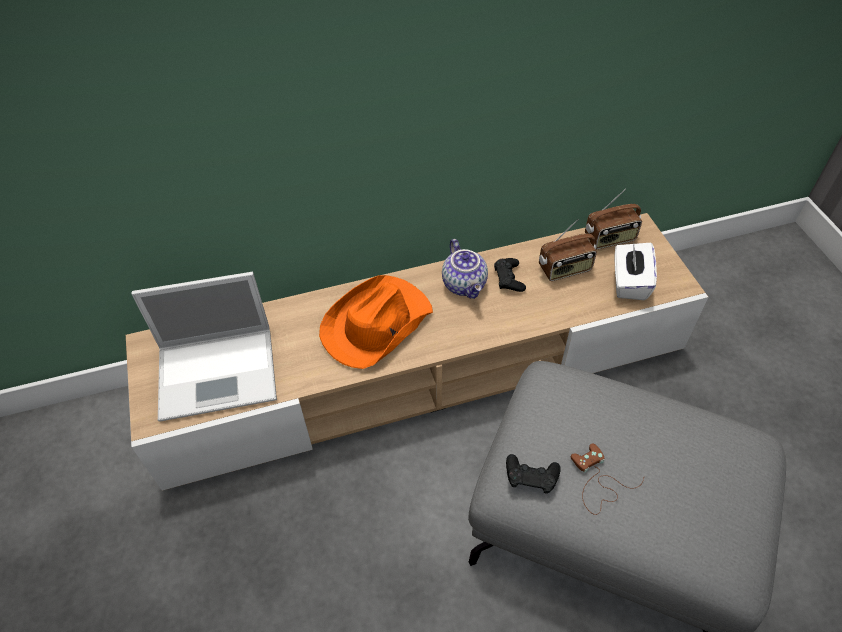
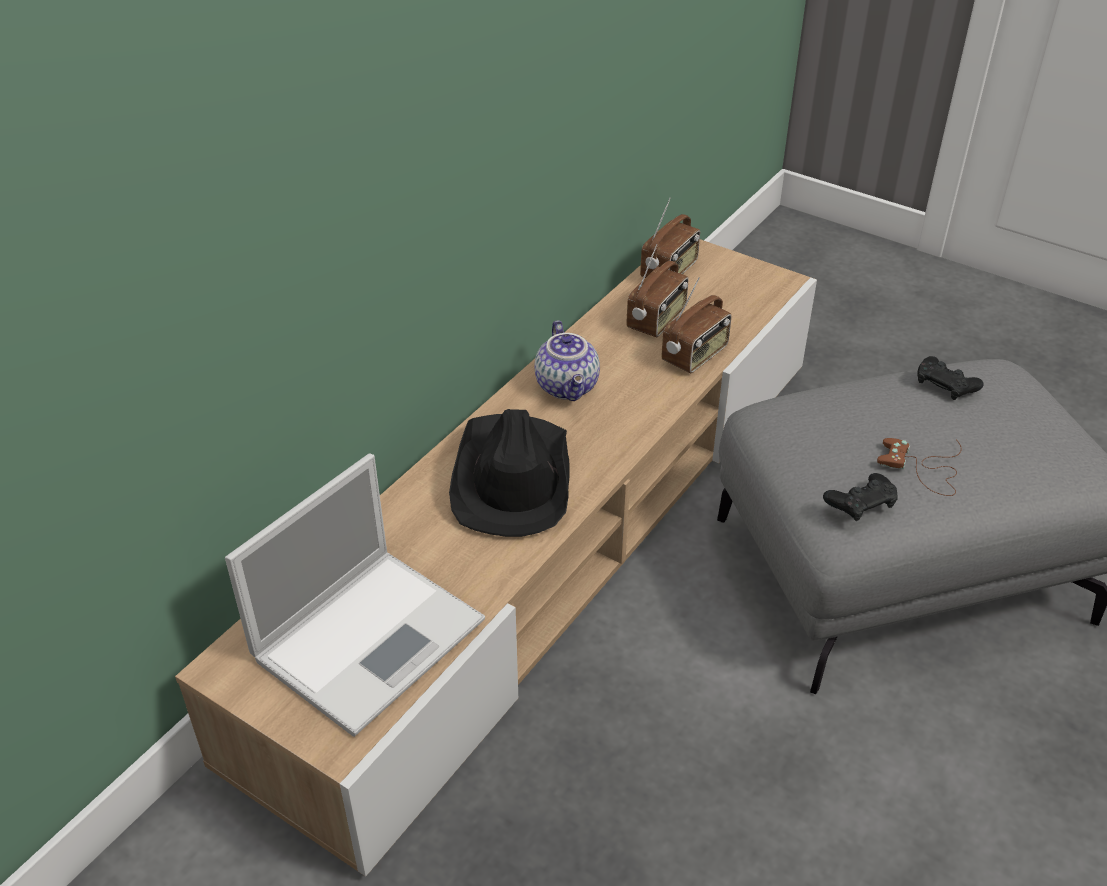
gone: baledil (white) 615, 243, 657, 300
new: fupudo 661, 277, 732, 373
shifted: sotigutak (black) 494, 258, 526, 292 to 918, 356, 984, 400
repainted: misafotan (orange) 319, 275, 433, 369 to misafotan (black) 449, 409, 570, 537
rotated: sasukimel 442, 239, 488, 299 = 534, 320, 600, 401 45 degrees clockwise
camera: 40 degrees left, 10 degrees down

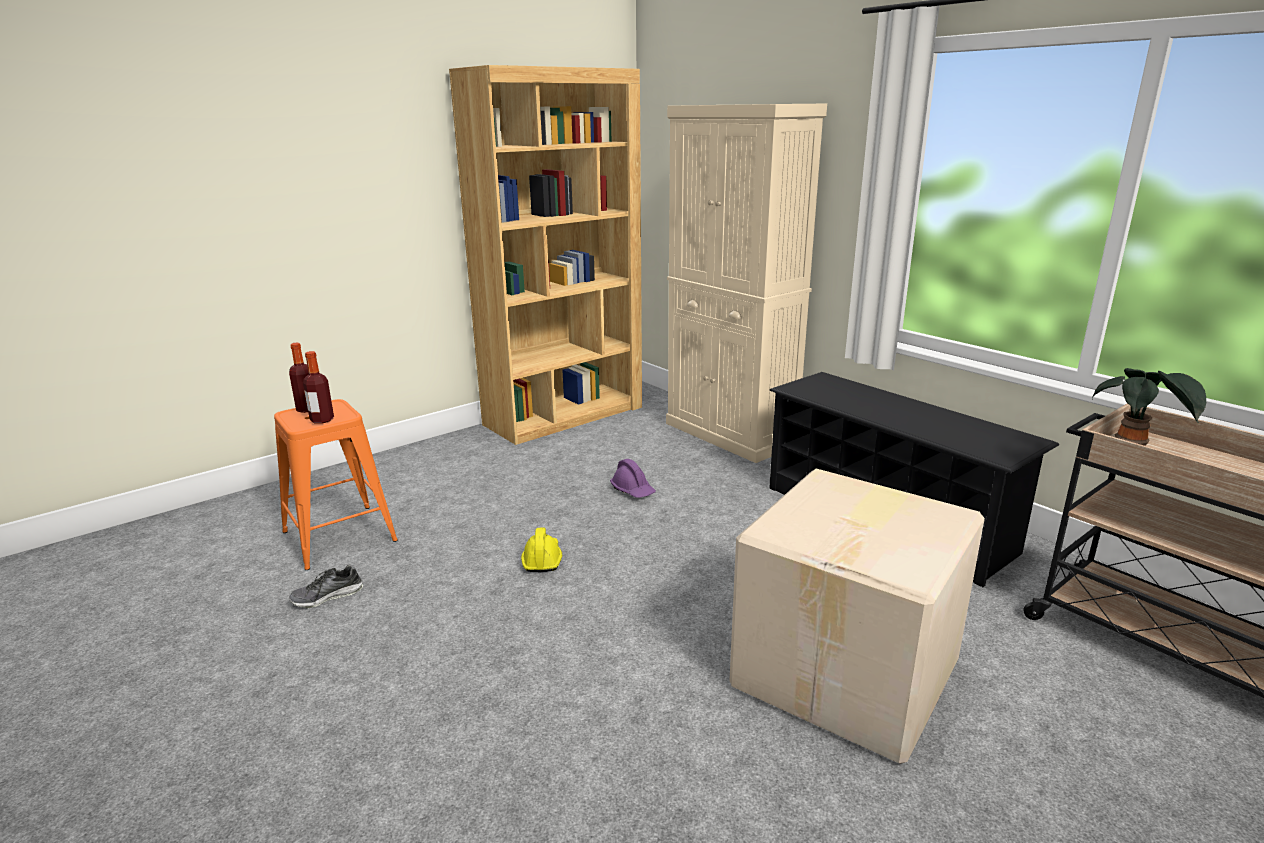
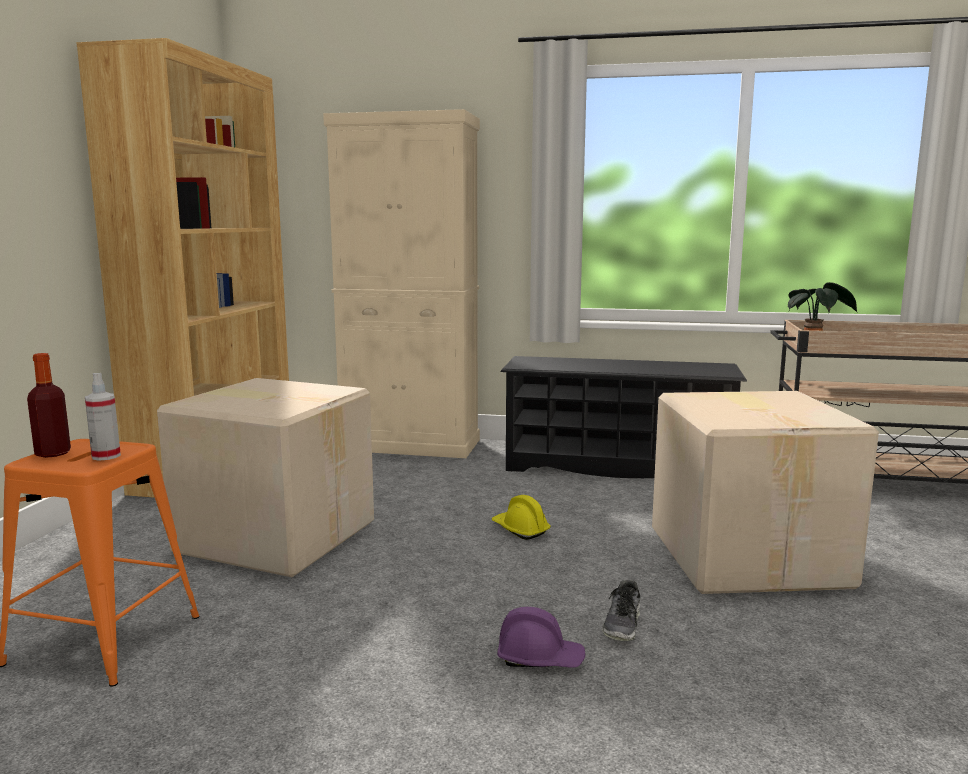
new: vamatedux 157, 378, 374, 577
shifted: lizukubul 289, 565, 363, 609 to 602, 580, 641, 641; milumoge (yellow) 521, 527, 562, 572 to 492, 495, 551, 540; milumoge (purple) 610, 459, 656, 498 to 497, 607, 585, 667
swapped: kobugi 303, 351, 334, 424 to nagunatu 85, 373, 121, 460
camera: 40 degrees left, 10 degrees down

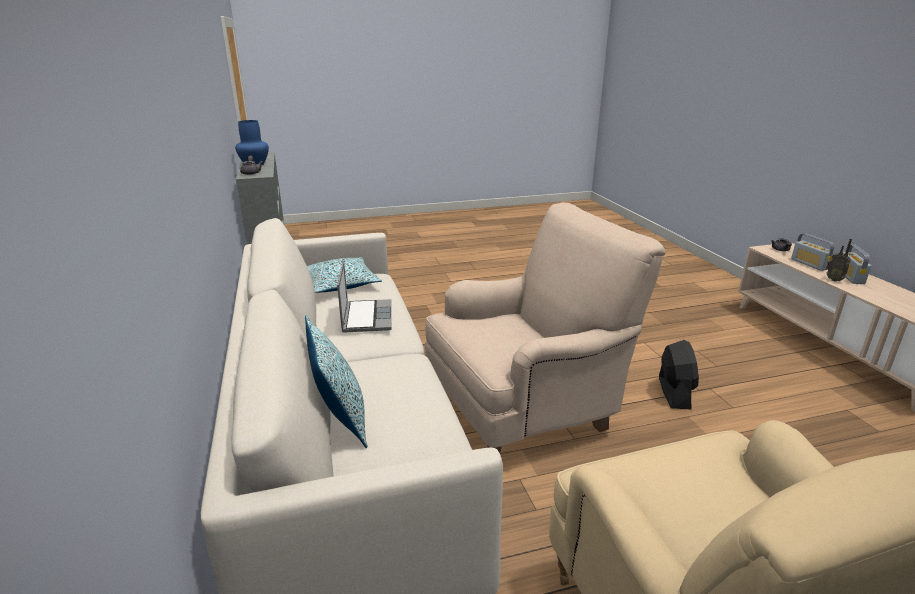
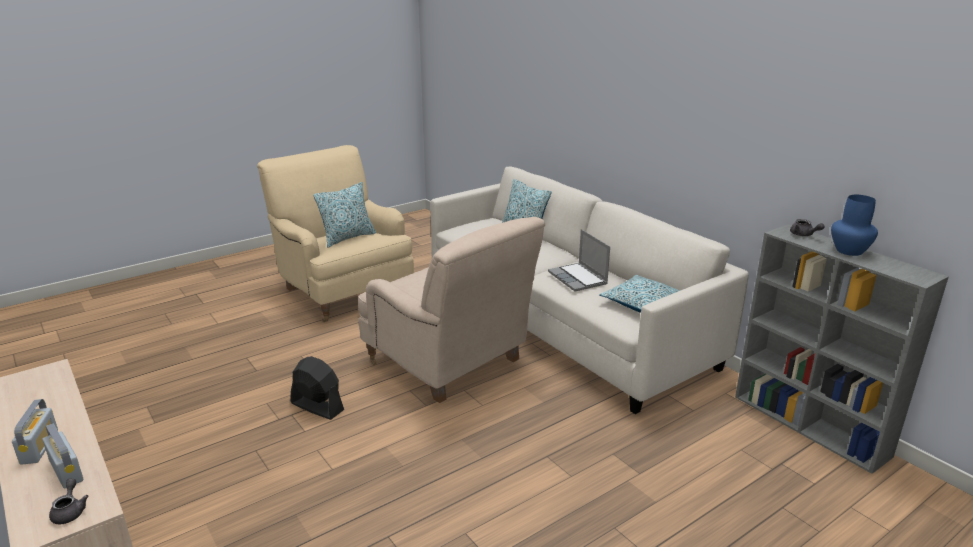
gone: fupudo 826, 239, 852, 282
new: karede 313, 182, 376, 248
rotated: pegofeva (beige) 425, 203, 666, 453 = 358, 217, 545, 403 90 degrees counterclockwise; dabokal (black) 659, 340, 699, 409 = 291, 356, 344, 420 135 degrees clockwise
camera: 160 degrees right, 0 degrees up

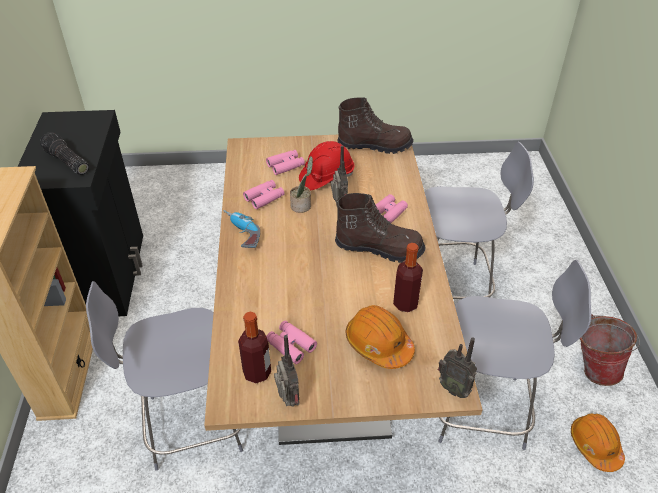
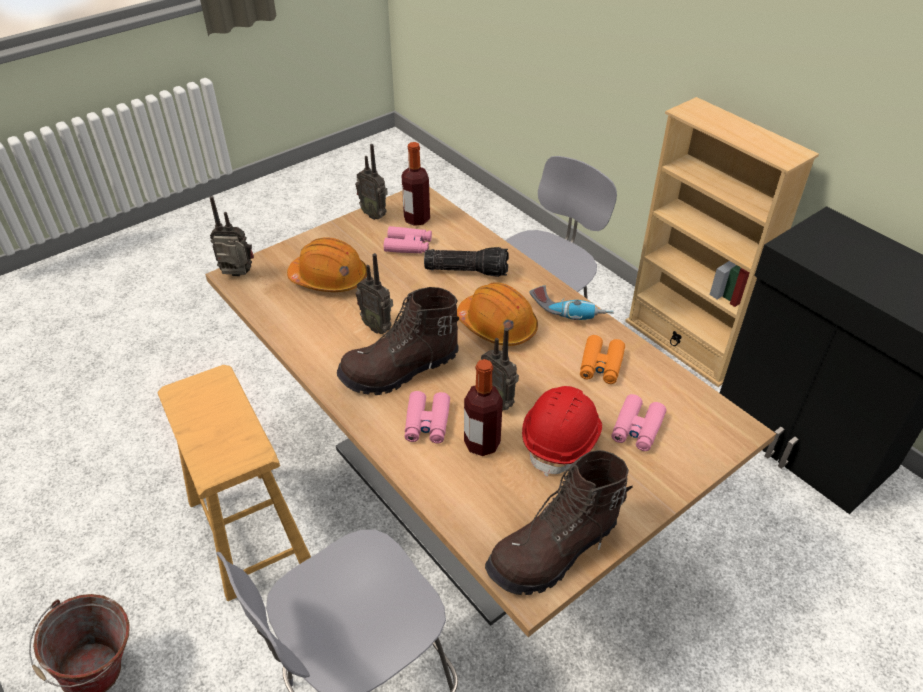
gone: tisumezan 290, 156, 313, 213
new: fupudo 356, 253, 393, 334
shifted: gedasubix 40, 132, 89, 175 to 424, 247, 509, 277; kobugi 393, 243, 423, 312 to 464, 359, 503, 456; milumoge (orange) 571, 414, 625, 472 to 457, 282, 538, 346
swapped: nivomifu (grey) 439, 260, 591, 450 to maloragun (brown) 157, 365, 311, 601
repainted: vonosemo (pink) 243, 180, 285, 209 to vonosemo (orange) 580, 335, 625, 384
camera: 145 degrees right, 0 degrees up

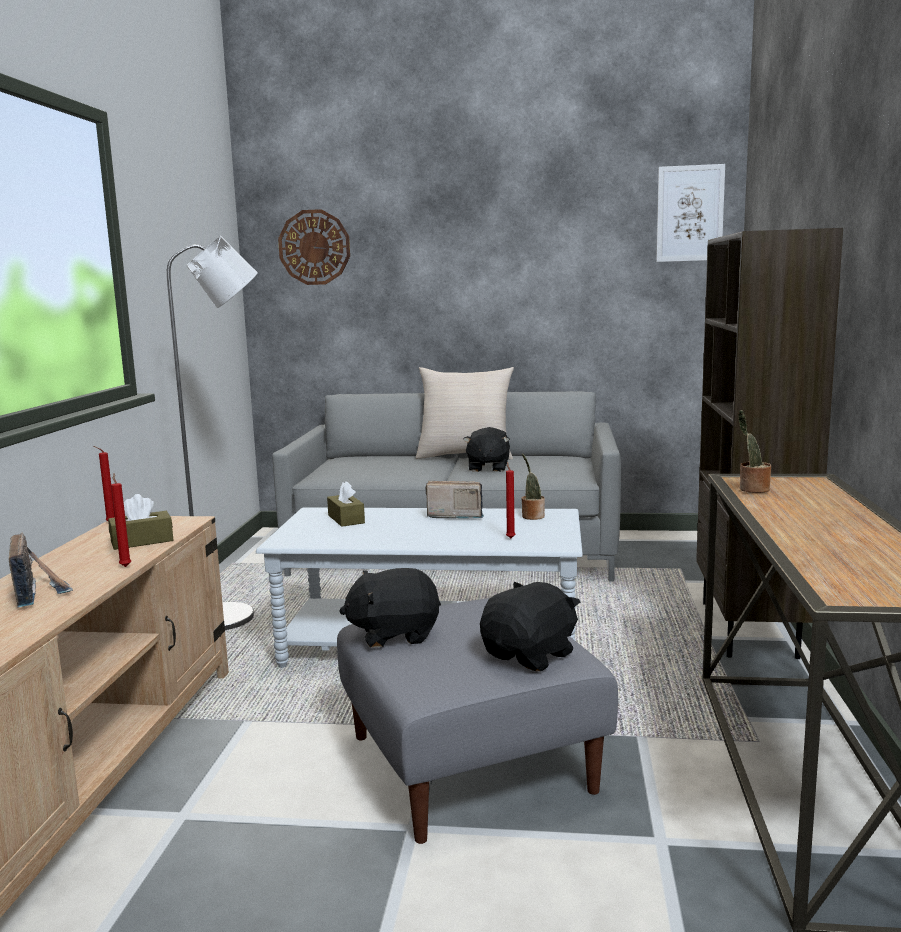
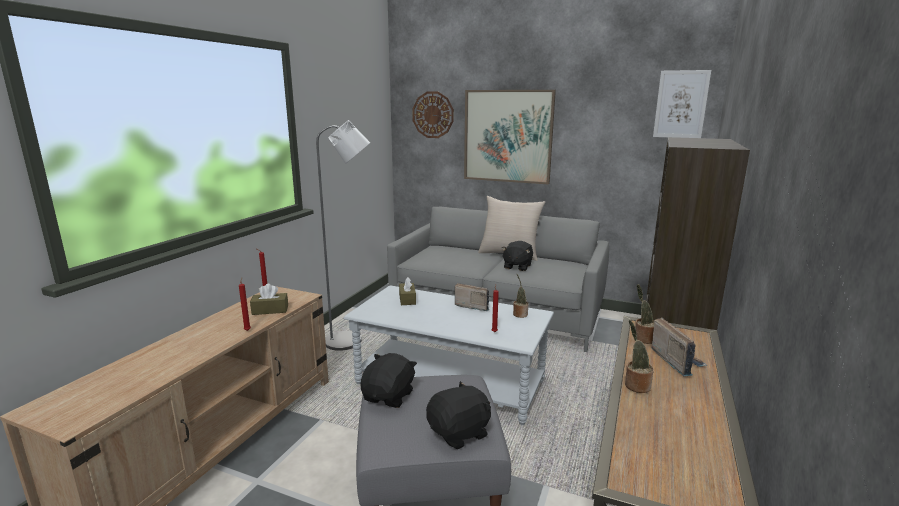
new: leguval 464, 90, 556, 184; tisumezan 625, 320, 654, 393
shifted: fupudo 8, 532, 73, 608 to 651, 317, 707, 377
rotated: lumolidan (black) 339, 568, 441, 647 = 361, 353, 417, 408 105 degrees clockwise
camera: 15 degrees right, 5 degrees up

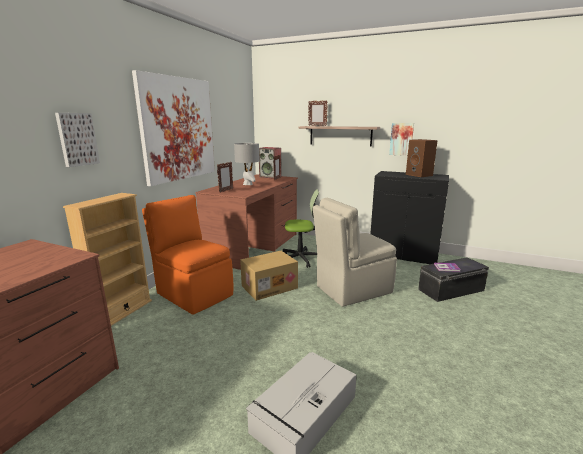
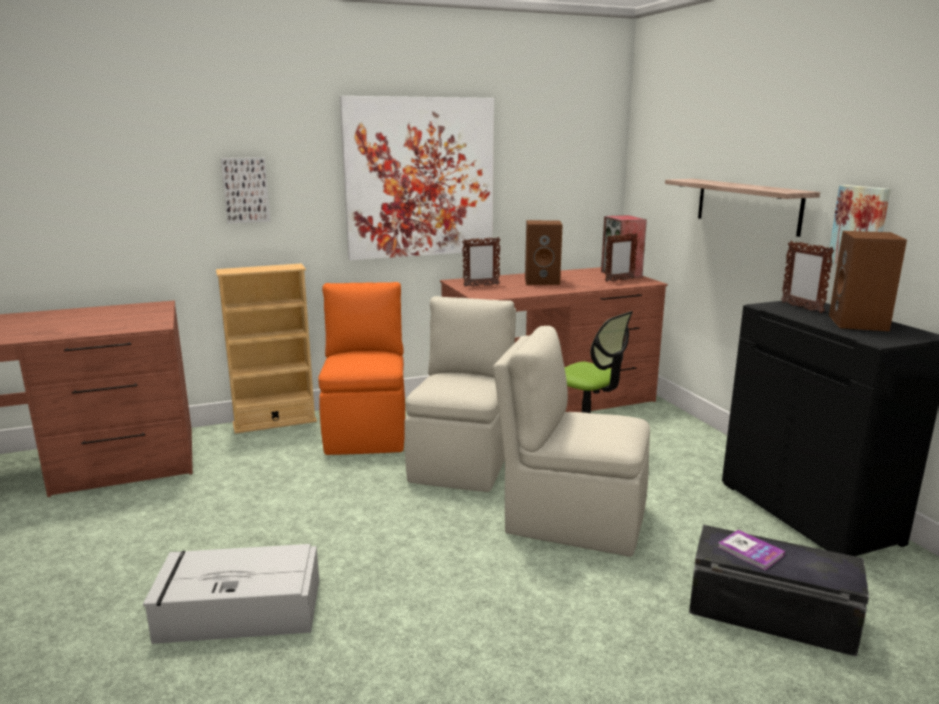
shifted: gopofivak 308, 100, 328, 126 to 781, 241, 834, 313
swapped: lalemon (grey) 234, 143, 260, 185 to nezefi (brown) 525, 220, 563, 285; vamatedux 240, 251, 298, 301 to nivomifu (beige) 404, 296, 516, 492
camera: 45 degrees right, 0 degrees up

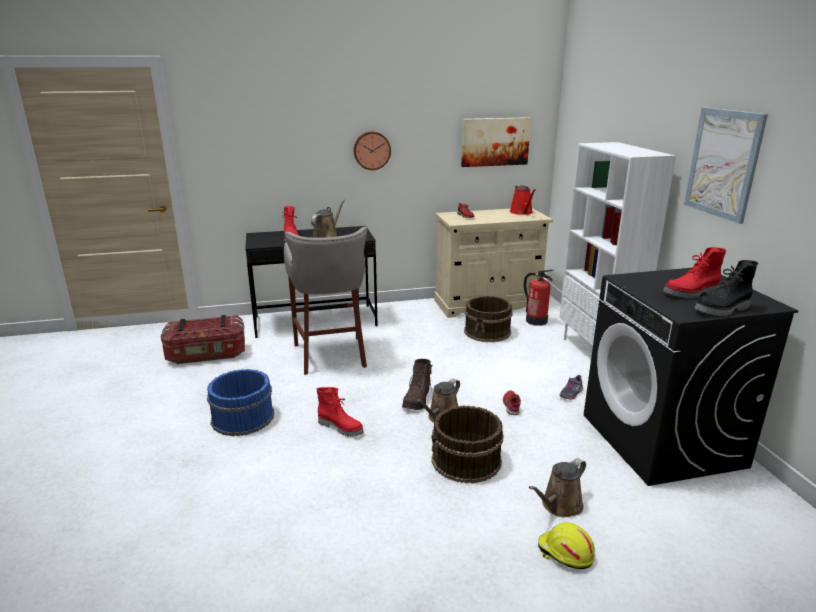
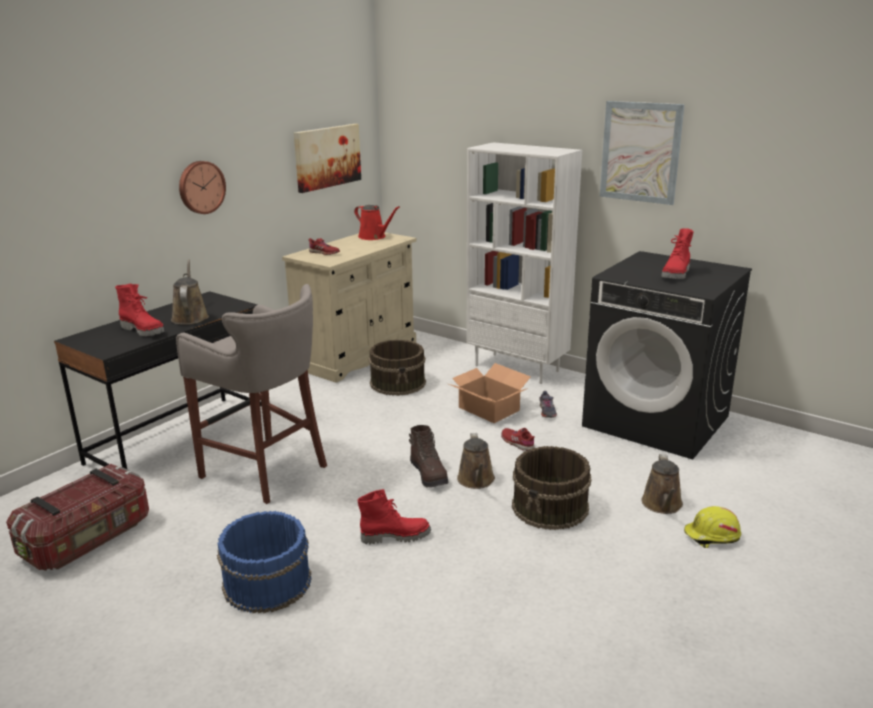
gone: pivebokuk 524, 270, 553, 326; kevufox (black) 694, 260, 758, 316
new: vamatedux 449, 363, 531, 423
camera: 40 degrees left, 0 degrees up

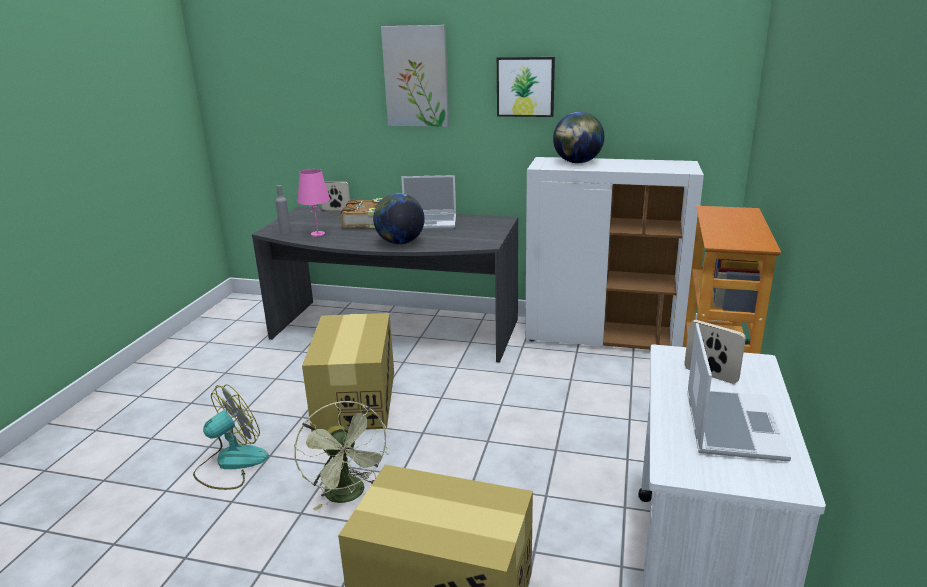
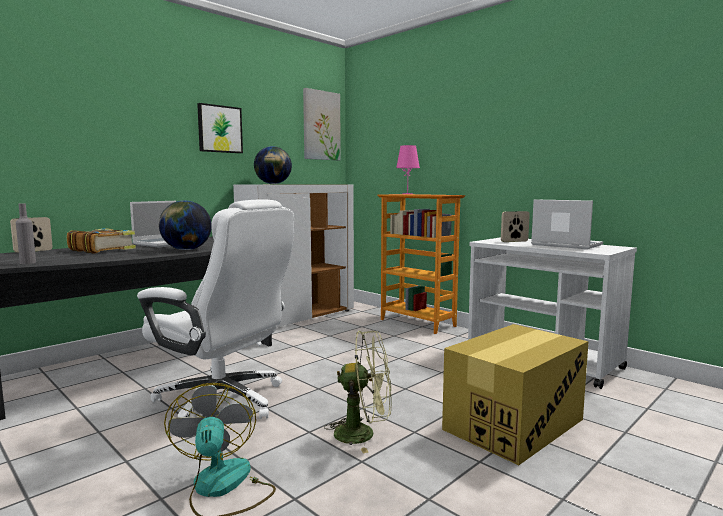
shifted: lalemon (pink) 297, 169, 330, 237 to 396, 145, 420, 194; leguval 381, 25, 449, 127 to 303, 88, 341, 160
swapped: vamatedux 302, 313, 394, 432 to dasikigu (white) 137, 200, 294, 419
camera: 60 degrees left, 15 degrees down

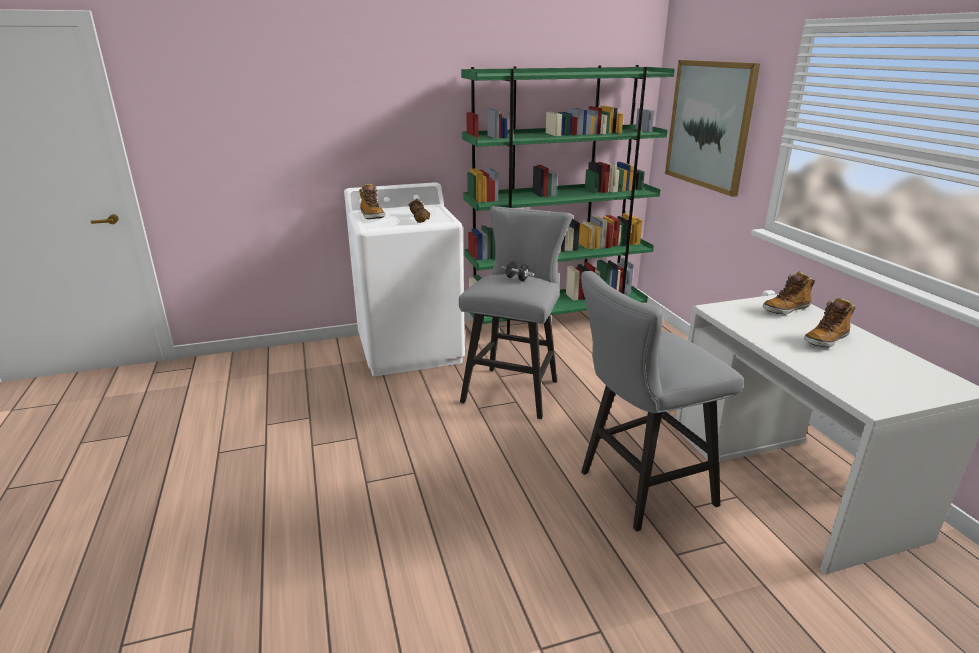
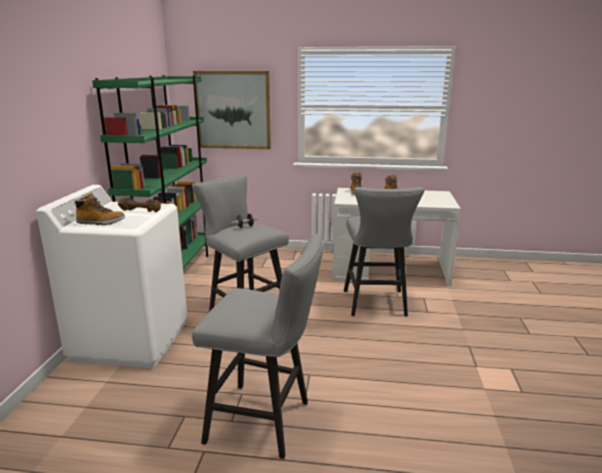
new: maloragun (grey) 192, 234, 324, 459
camera: 65 degrees left, 5 degrees down

